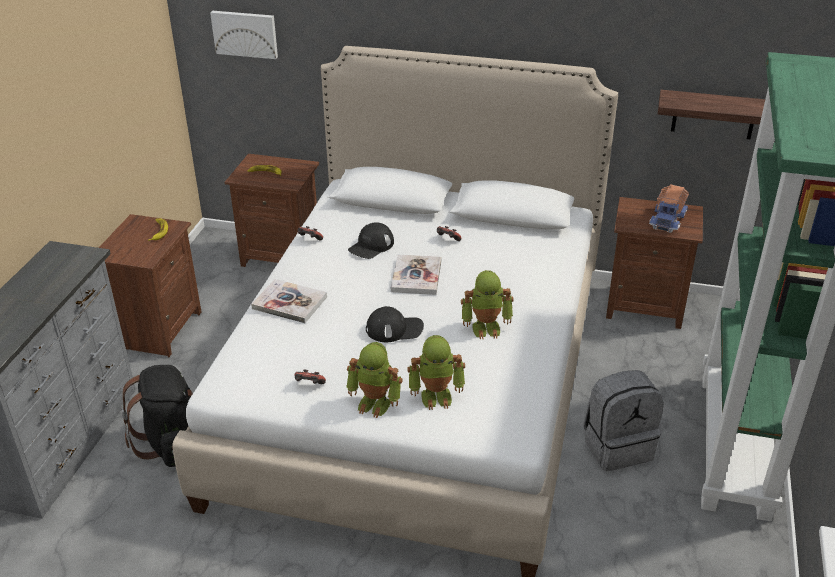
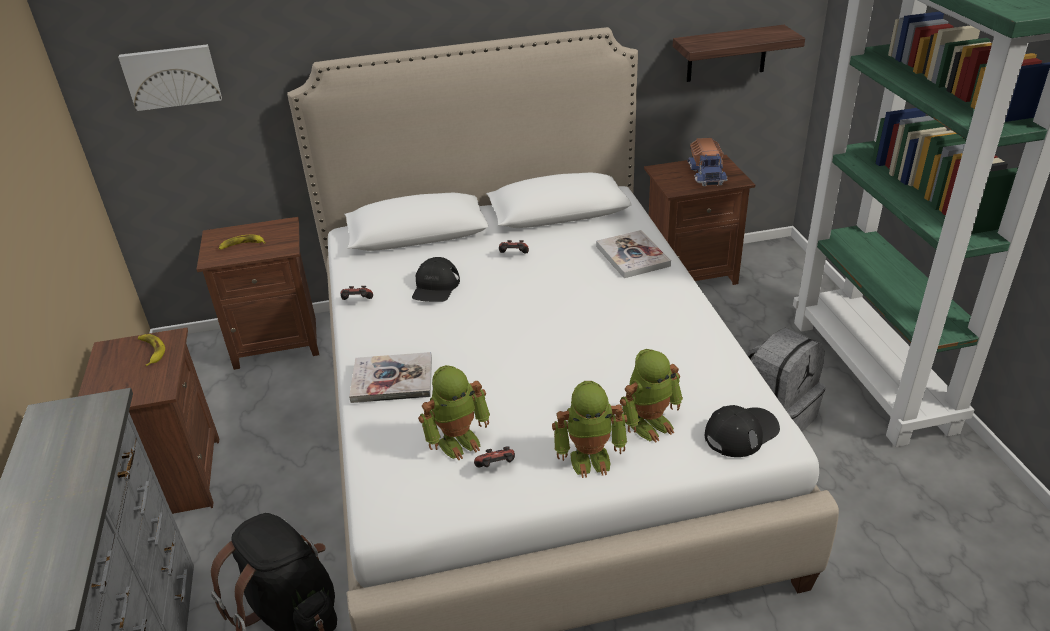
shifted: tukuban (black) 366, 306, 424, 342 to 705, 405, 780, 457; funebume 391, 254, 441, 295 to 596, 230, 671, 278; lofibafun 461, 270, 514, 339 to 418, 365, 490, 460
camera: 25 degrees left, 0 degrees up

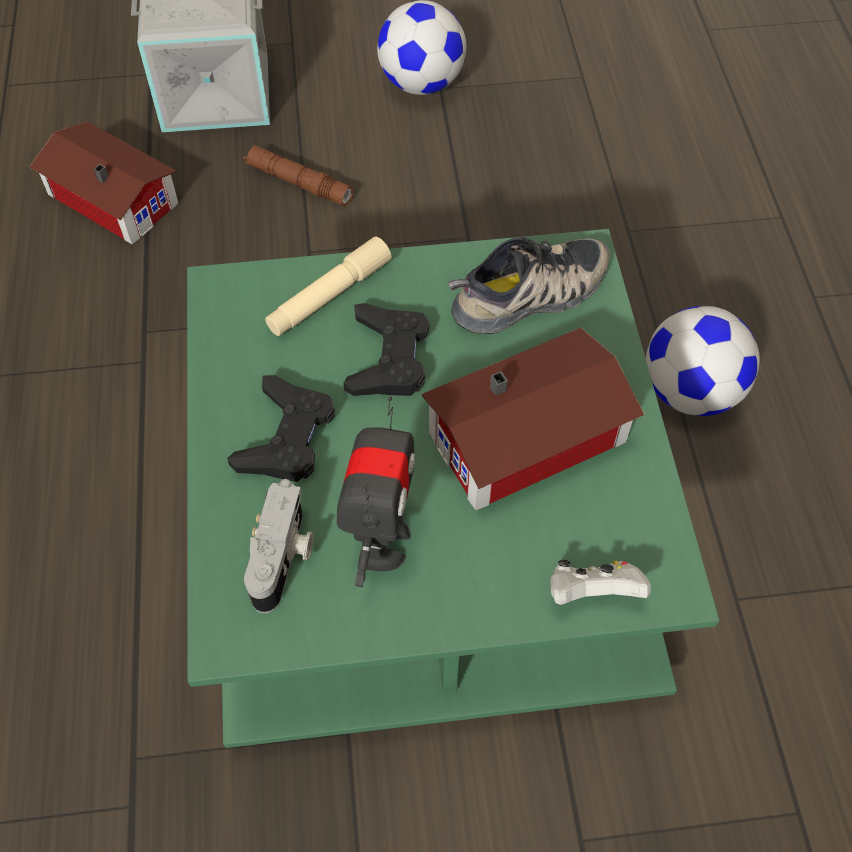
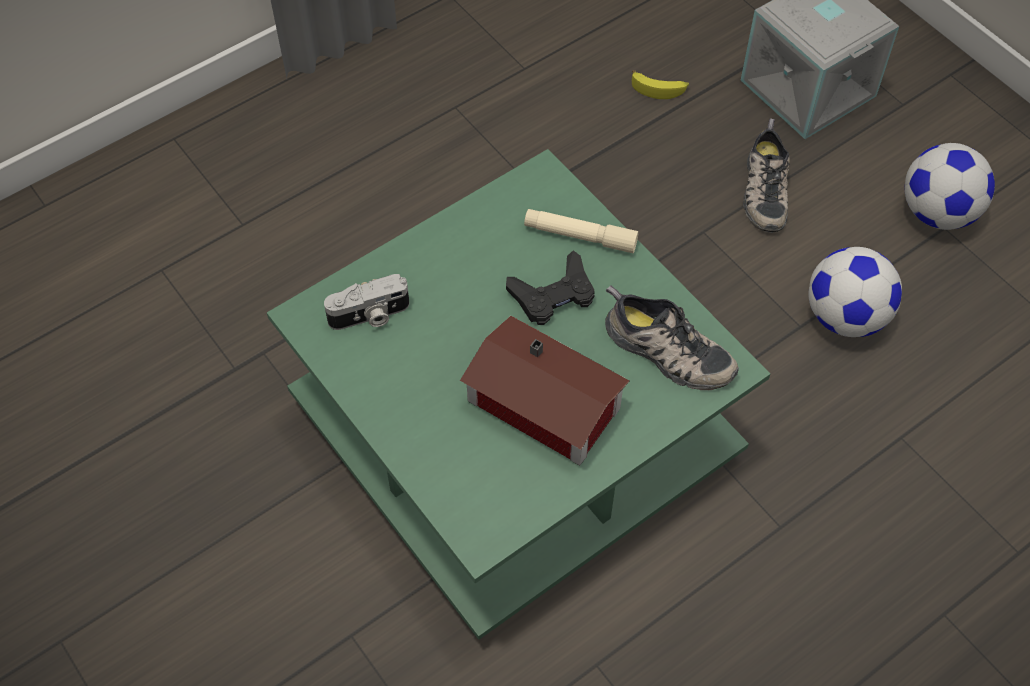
gone: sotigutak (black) 227, 375, 335, 482; lofibafun 337, 396, 415, 587; sotigutak (white) 550, 560, 651, 605
shifted: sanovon 646, 306, 760, 416 to 808, 247, 902, 337
swapped: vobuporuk 30, 121, 179, 244 to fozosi 632, 70, 689, 99; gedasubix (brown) 243, 145, 354, 206 to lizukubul 743, 118, 790, 233
camera: 60 degrees right, 0 degrees up

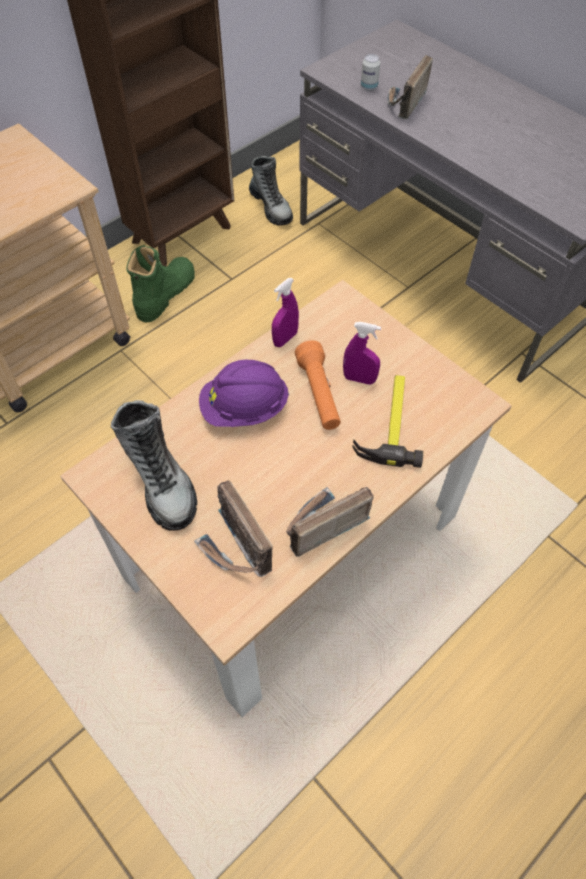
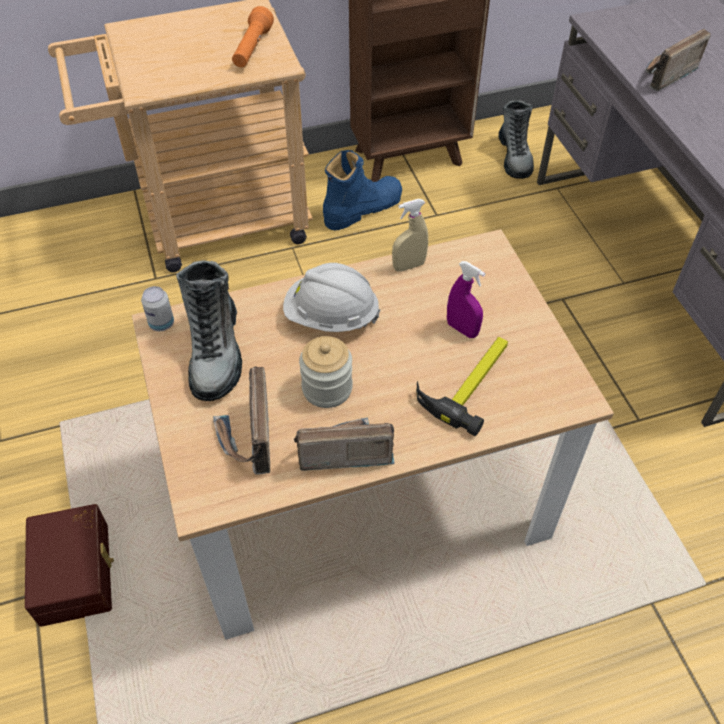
new: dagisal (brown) 25, 504, 114, 627; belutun 299, 336, 353, 408
shifted: gedasubix (orange) 295, 340, 341, 430 to 232, 6, 274, 67; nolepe 361, 54, 380, 91 to 141, 286, 174, 331
repainted: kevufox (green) 126, 245, 195, 322 to kevufox (blue) 323, 150, 402, 230; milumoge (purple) 199, 360, 289, 427 to milumoge (white) 283, 263, 380, 332; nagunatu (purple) 272, 278, 299, 347 to nagunatu (beige) 392, 199, 428, 272
camera: 25 degrees right, 5 degrees down

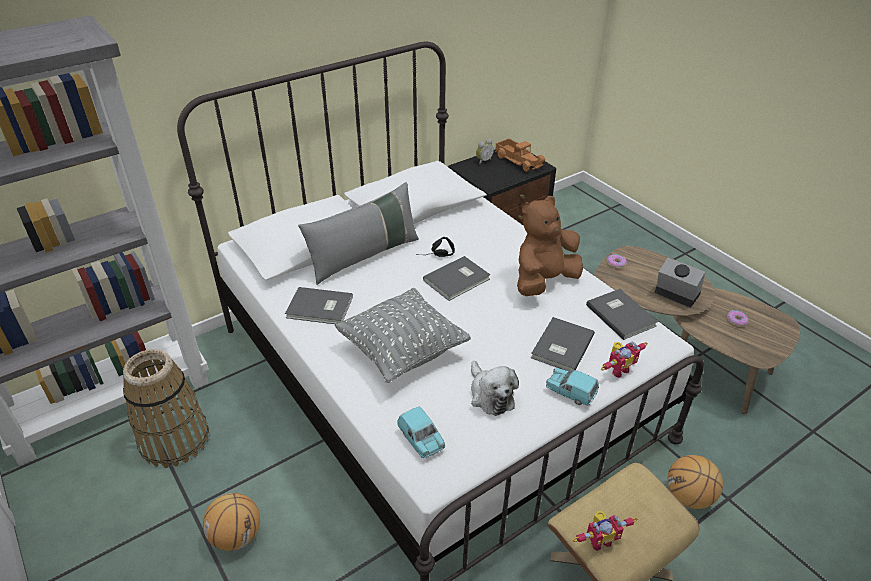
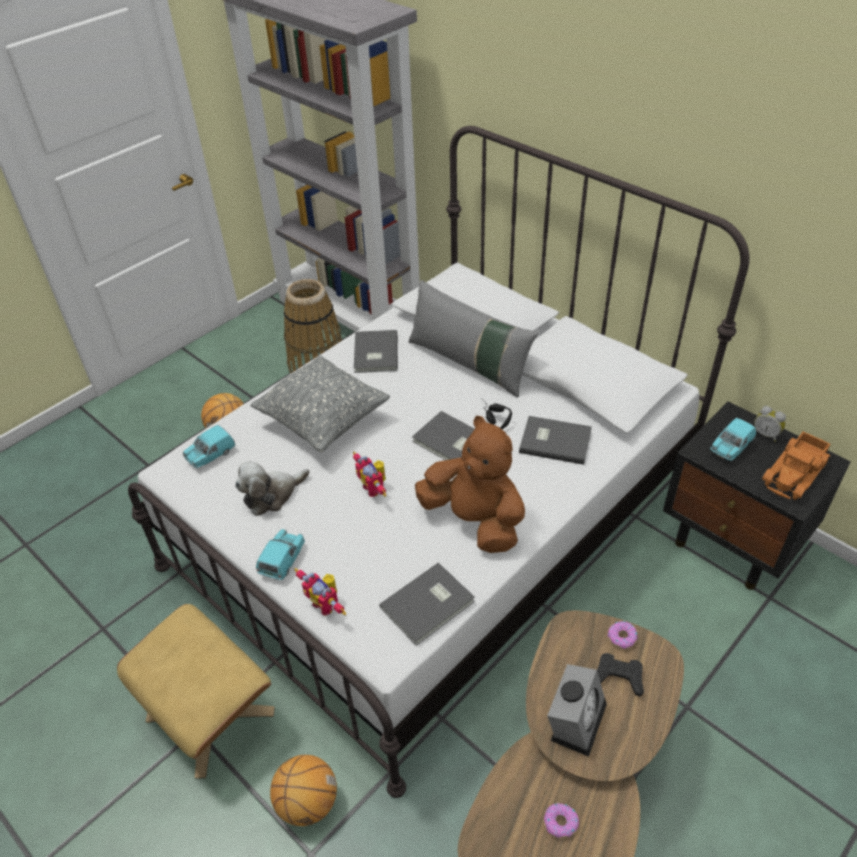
new: sotigutak (black) 597, 653, 644, 697; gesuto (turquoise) 710, 418, 756, 461
shifted: funebume (grey) 531, 317, 595, 371 to 519, 416, 592, 465; lofibafun 572, 511, 637, 551 to 353, 452, 386, 497
camera: 80 degrees right, 5 degrees up

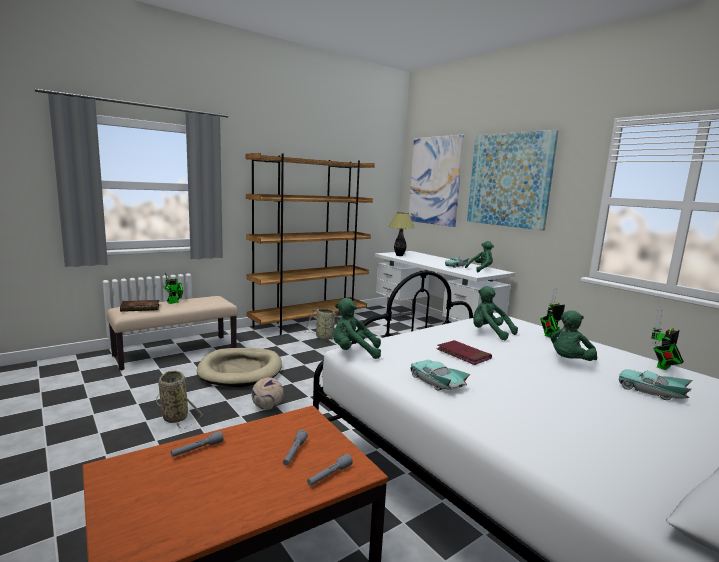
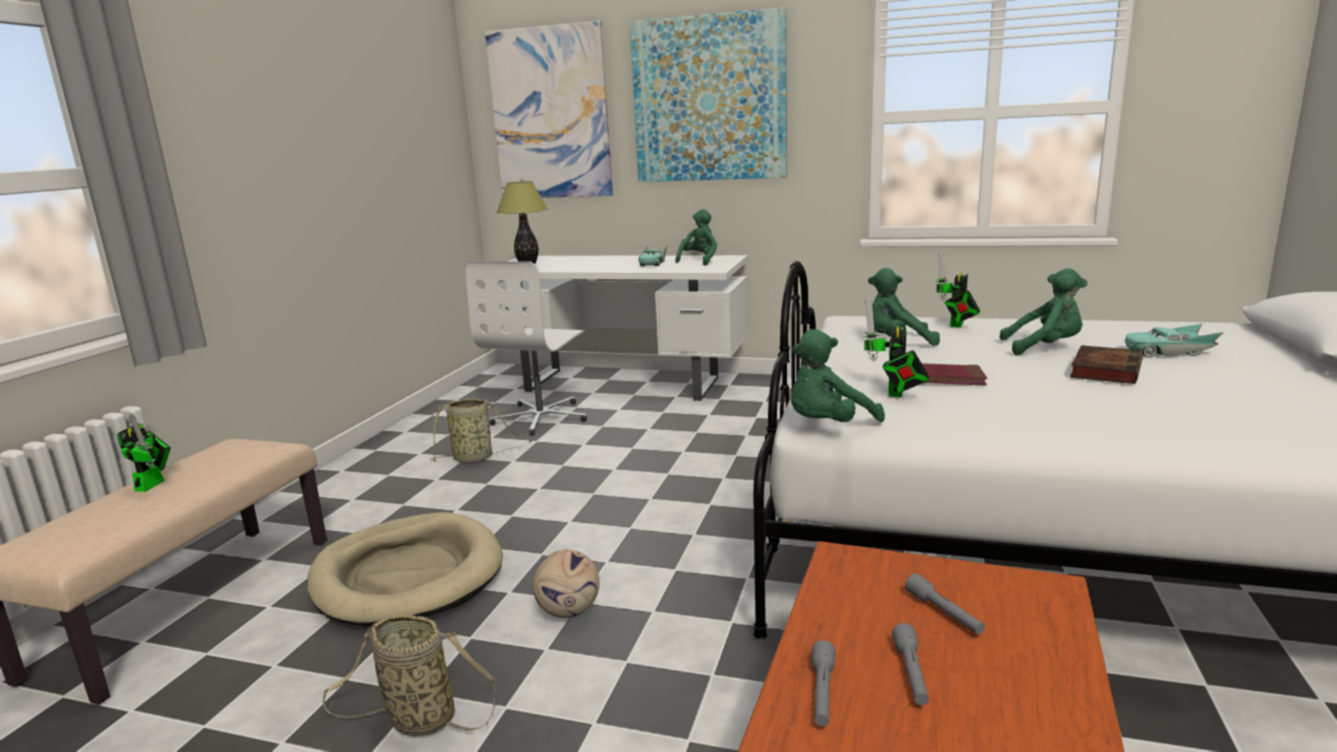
gone: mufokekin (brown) 246, 153, 375, 335; gesuto (turquoise) 411, 360, 470, 390
new: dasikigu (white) 466, 261, 587, 436
shifted: funebume 120, 300, 159, 312 to 1070, 345, 1143, 384; gedasubix (grey) 307, 453, 353, 486 to 892, 623, 929, 705; lofibafun 651, 308, 684, 370 to 863, 296, 929, 397
rotated: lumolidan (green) 550, 310, 597, 361 = 999, 268, 1087, 356 90 degrees counterclockwise
camera: 35 degrees left, 5 degrees up

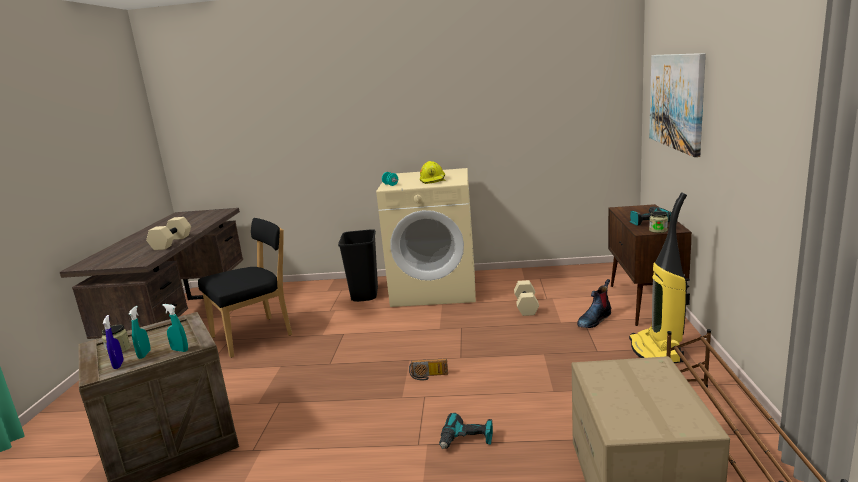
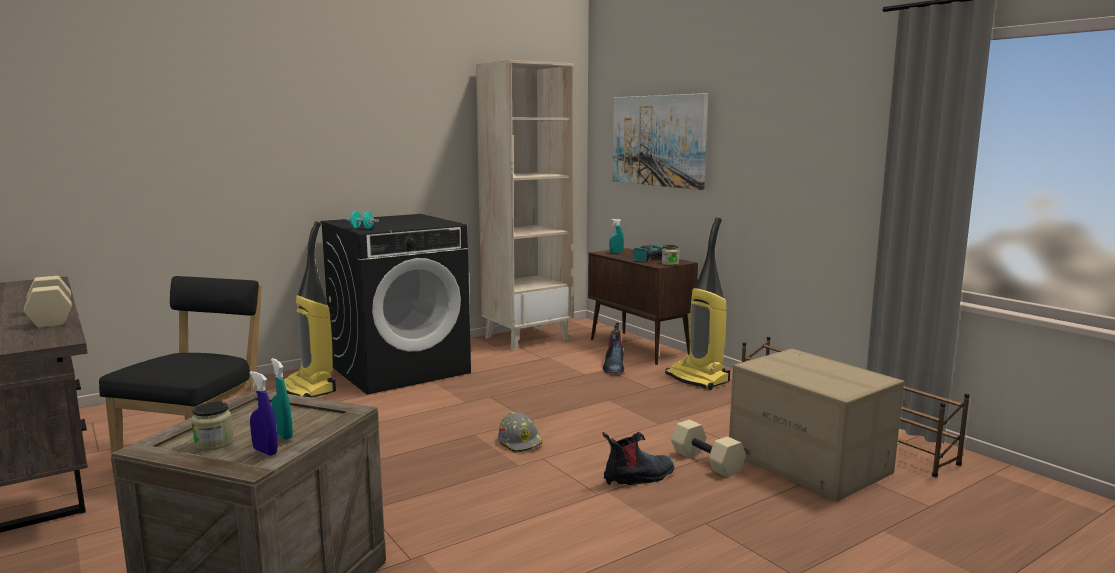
gone: milumoge (yellow) 420, 161, 446, 184
new: mufokekin (beige) 476, 60, 574, 351
shifted: nagunatu (turquoise) 162, 304, 188, 352 to 609, 219, 624, 253; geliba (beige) 514, 280, 539, 316 to 671, 420, 746, 477
swapped: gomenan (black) 338, 229, 378, 302 to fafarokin 284, 221, 336, 398; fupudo 409, 358, 448, 380 to milumoge (grey) 498, 412, 543, 453; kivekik 439, 413, 493, 449 to kevufox 602, 432, 674, 485
repainted: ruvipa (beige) 376, 168, 476, 307 to ruvipa (black) 320, 214, 471, 395
camera: 40 degrees left, 5 degrees down

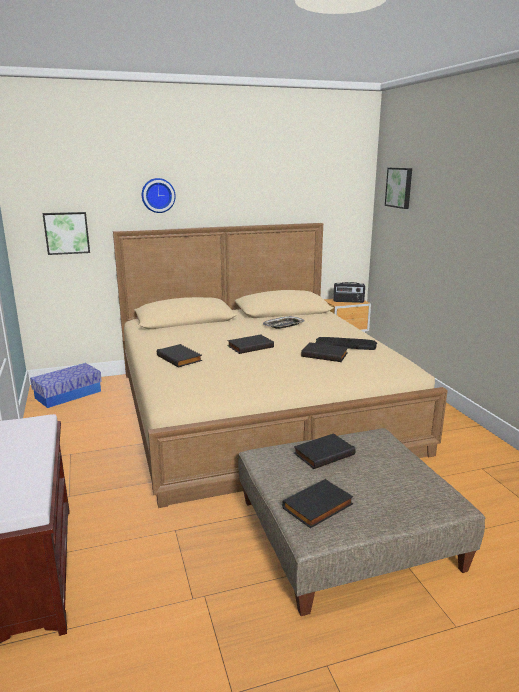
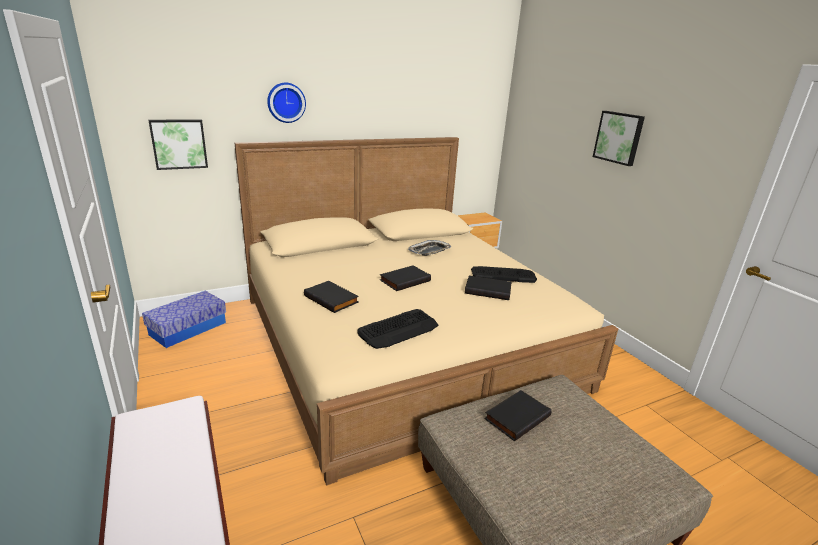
gone: funebume (black) 282, 479, 354, 528; fupudo 333, 282, 365, 303
new: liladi 358, 309, 438, 349
shifted: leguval 385, 168, 412, 209 to 593, 111, 645, 166
camera: 10 degrees left, 5 degrees up

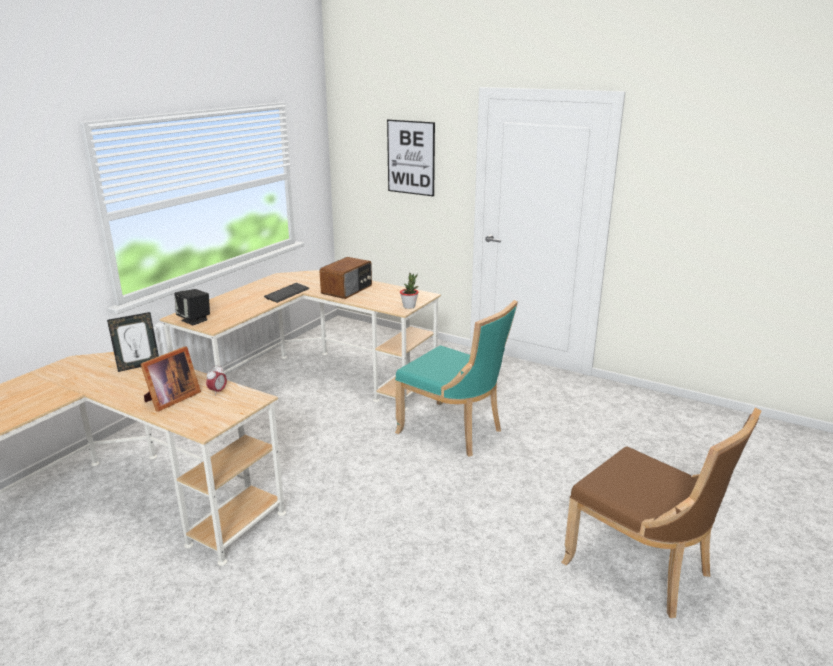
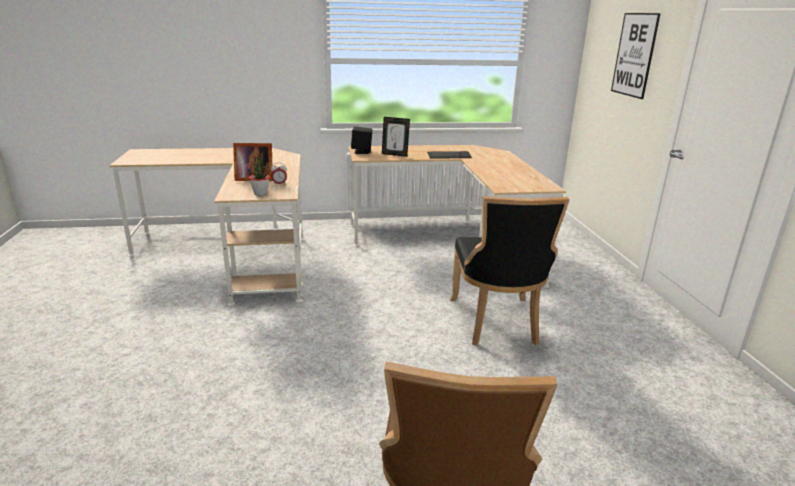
gone: fupudo 320, 257, 372, 299
shifted: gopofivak 107, 312, 159, 372 to 382, 117, 410, 157; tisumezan 400, 273, 419, 309 to 249, 156, 270, 196
repainted: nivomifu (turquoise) 395, 300, 518, 457 to nivomifu (black) 450, 196, 570, 346
camera: 50 degrees right, 0 degrees up

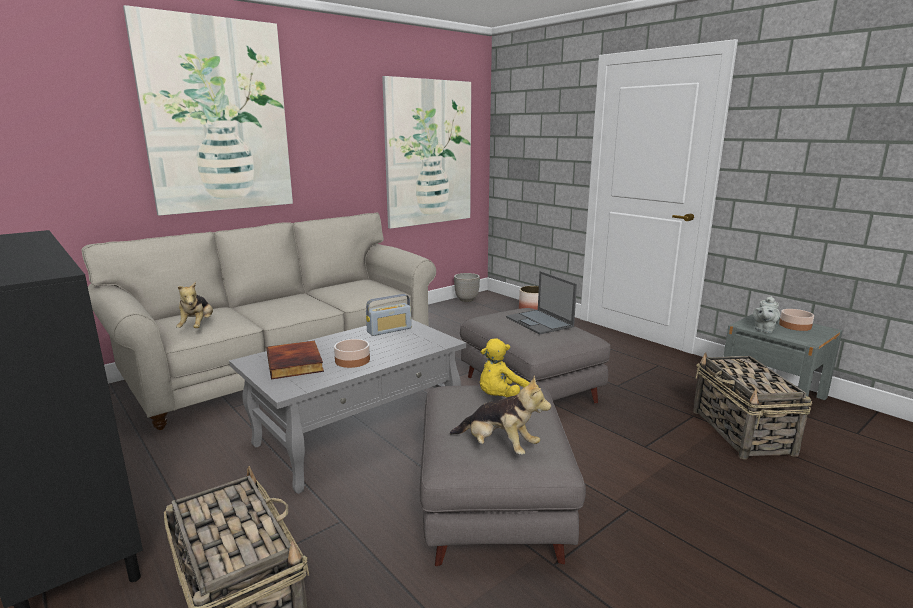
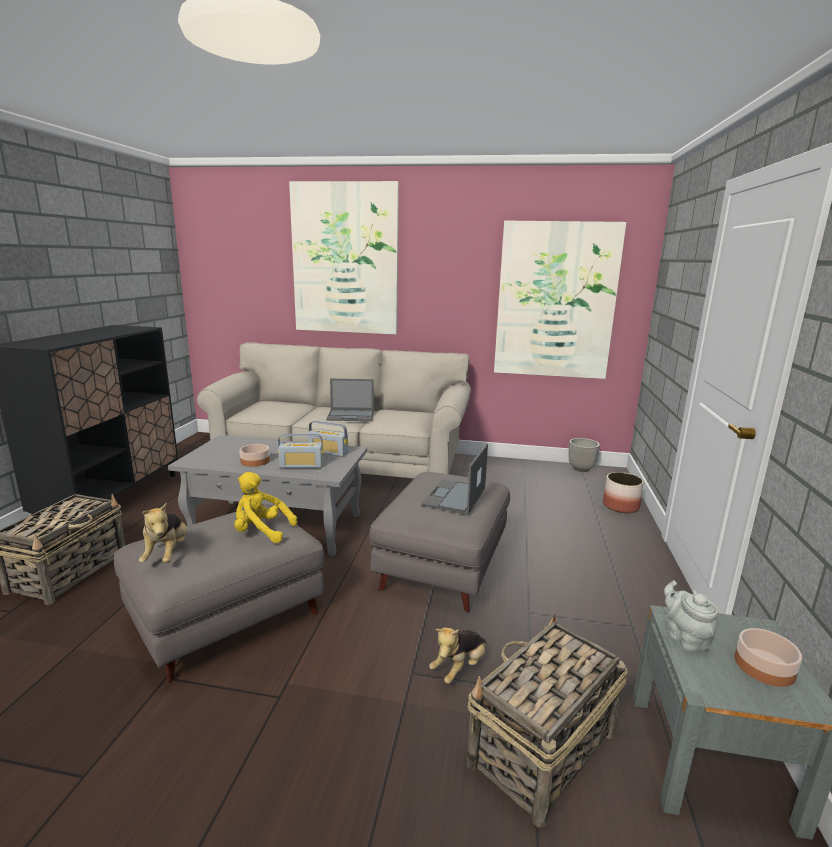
gone: funebume 266, 341, 324, 379
new: fupudo 278, 434, 324, 468; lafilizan 326, 379, 374, 421
shifted: lumolidan 176, 282, 213, 328 to 429, 627, 487, 684
rotated: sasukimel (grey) 753, 296, 780, 333 = 664, 580, 719, 652 75 degrees clockwise
camera: 50 degrees right, 0 degrees up

